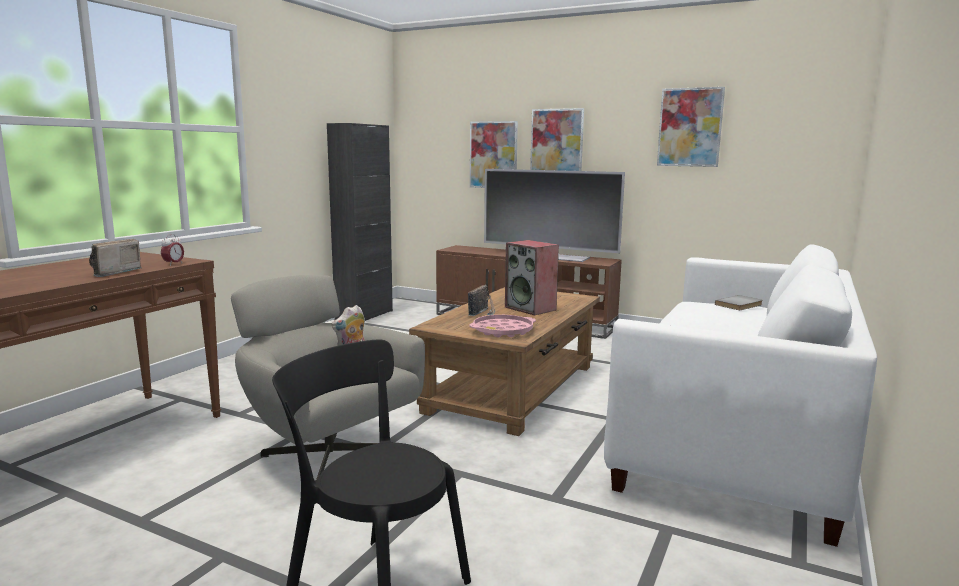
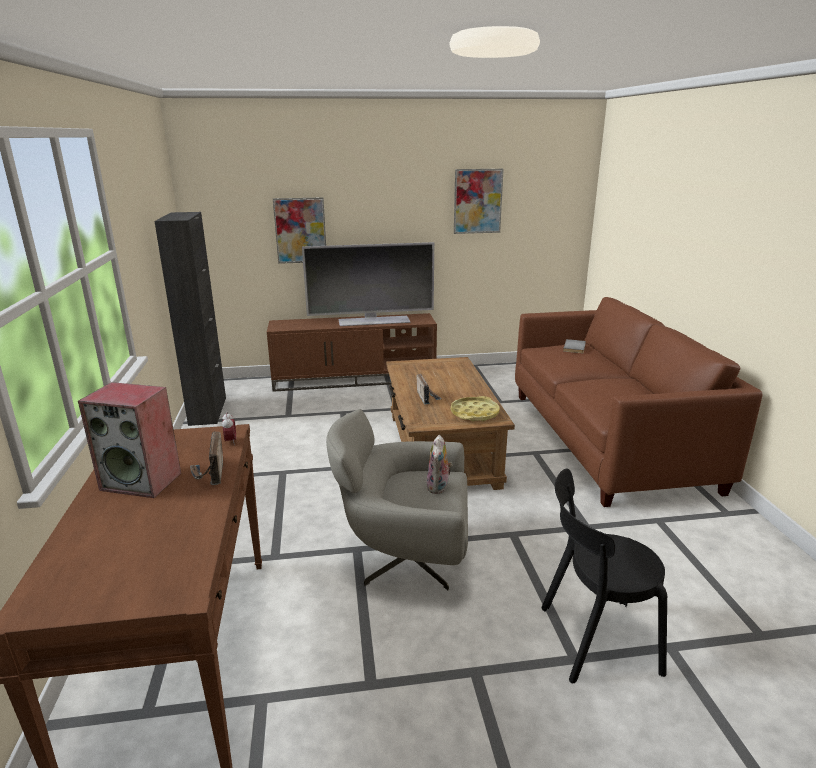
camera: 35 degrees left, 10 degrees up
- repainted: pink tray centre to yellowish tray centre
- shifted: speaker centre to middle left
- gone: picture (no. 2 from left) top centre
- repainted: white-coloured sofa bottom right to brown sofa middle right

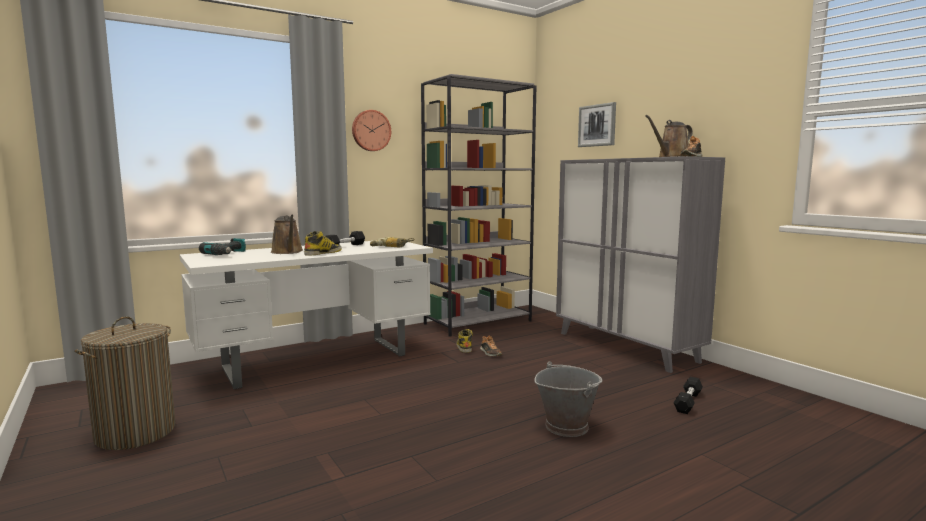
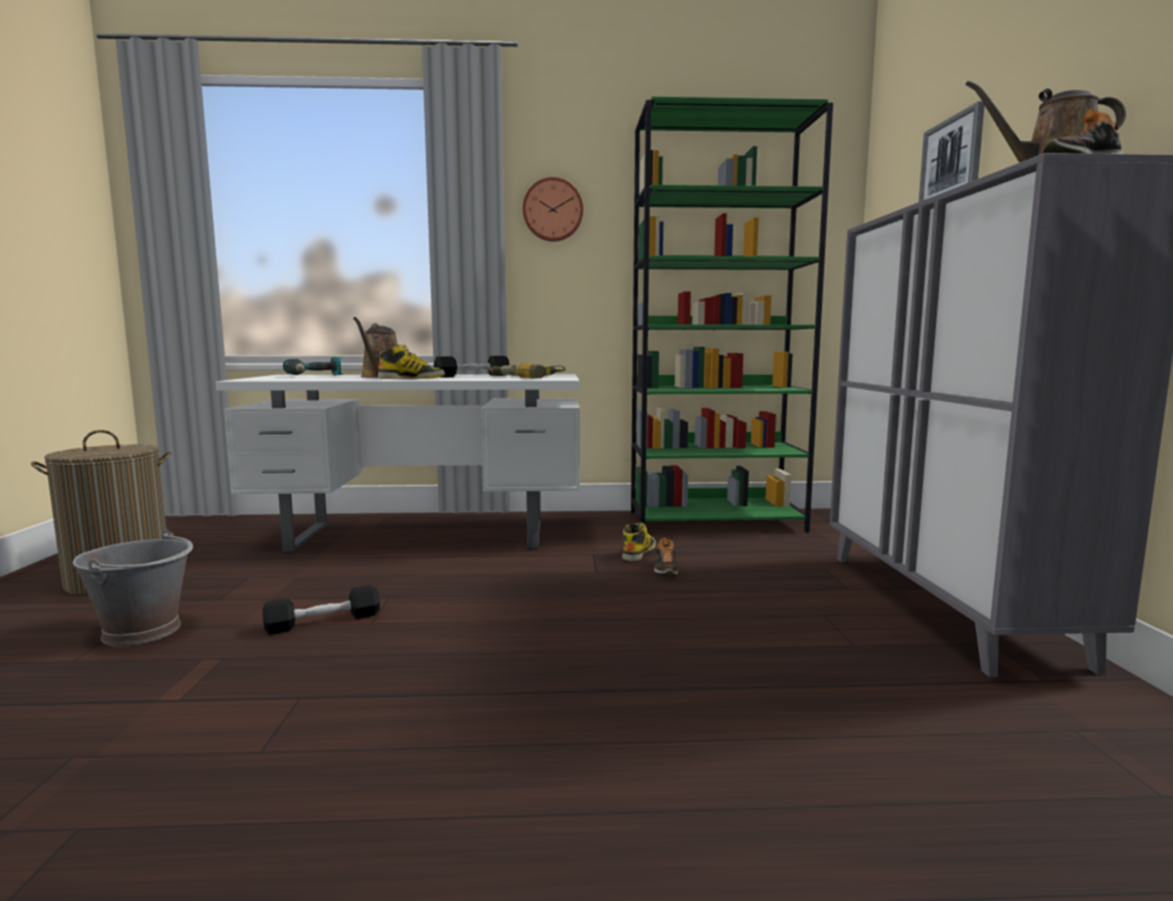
camera: 30 degrees right, 0 degrees up
- repainted: grey bookcase centre to green-coloured bookcase centre
- shifted: grey pail bottom centre to middle left
- shifted: black free weight (no. 2 from left in the first image) bottom right to black free weight (no. 1 from left) bottom left

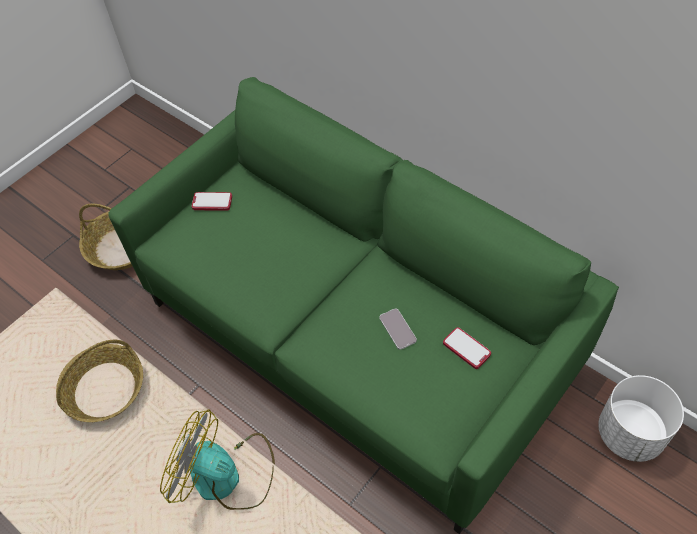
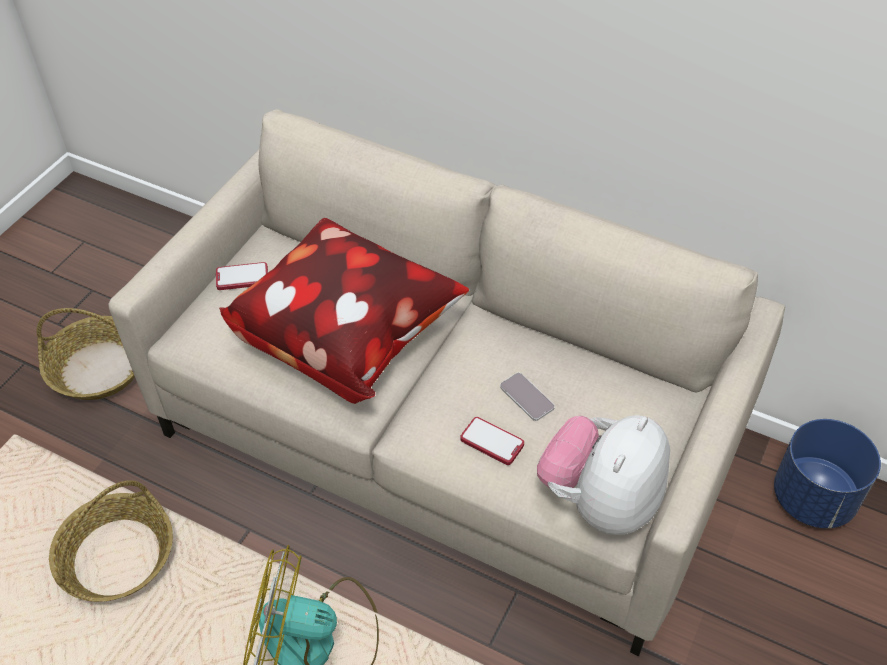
camera: 15 degrees left, 5 degrees down
- repainted: green-coloured sofa centre to sand-coloured sofa centre
- shifted: handset (no. 3 from left in the first image) middle right to handset (no. 2 from left) centre
- repainted: white-coloured flower pot bottom right to blue flower pot bottom right
- new: pillow centre
- new: plush toy bottom right

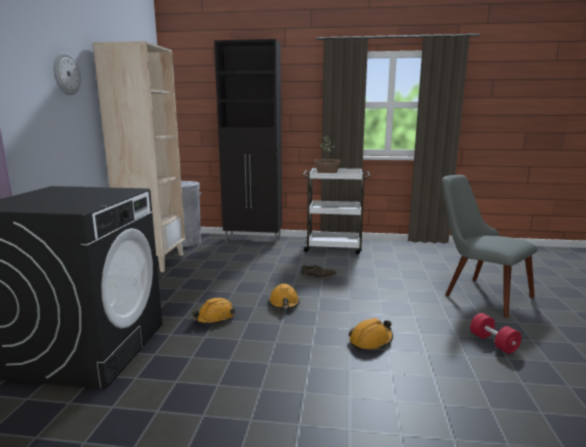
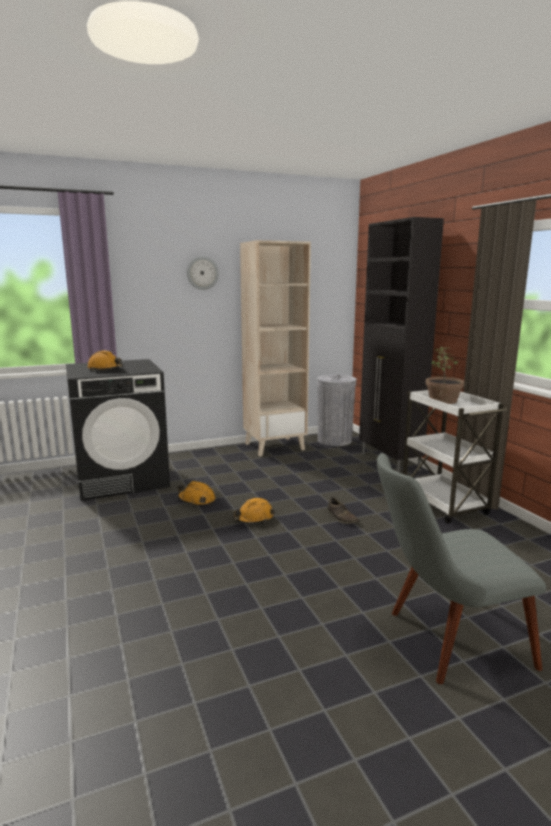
camera: 60 degrees right, 0 degrees up
- shifted: orange hard hat (no. 3 from left in the first image) bottom centre to orange hard hat (no. 1 from left) middle left
- rotated: grey chair middle right = bottom right 120 degrees counterclockwise
- gone: reddish free weight bottom right

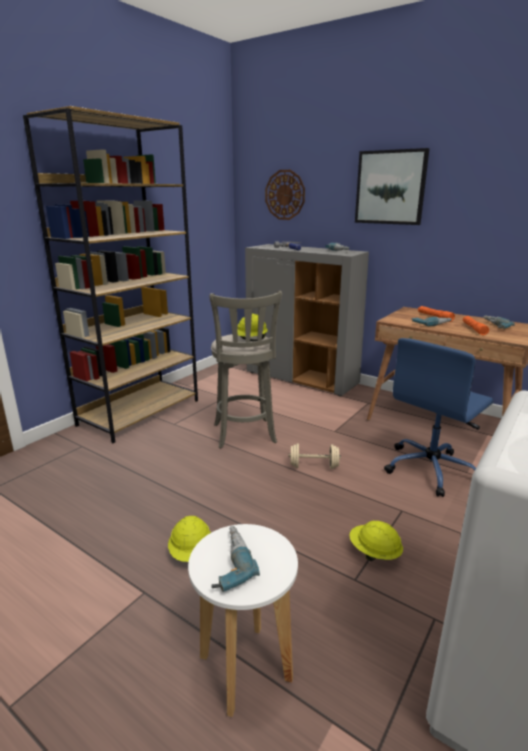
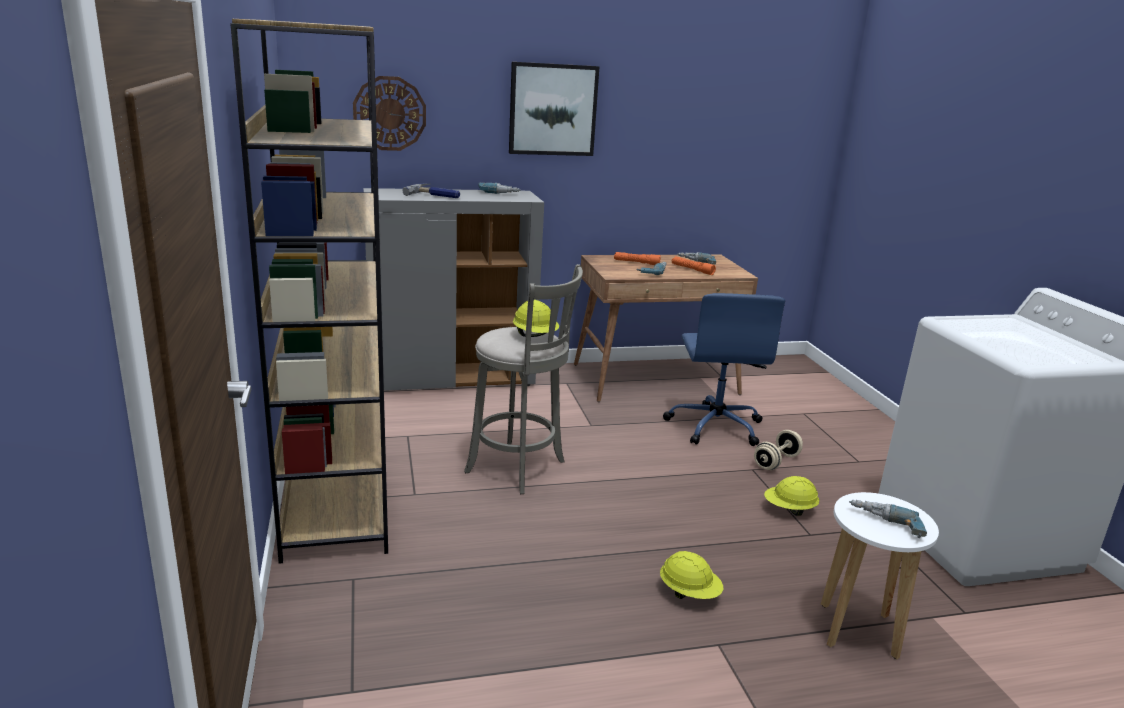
camera: 50 degrees left, 0 degrees up
- shifted: sand-coloured free weight centre to middle right

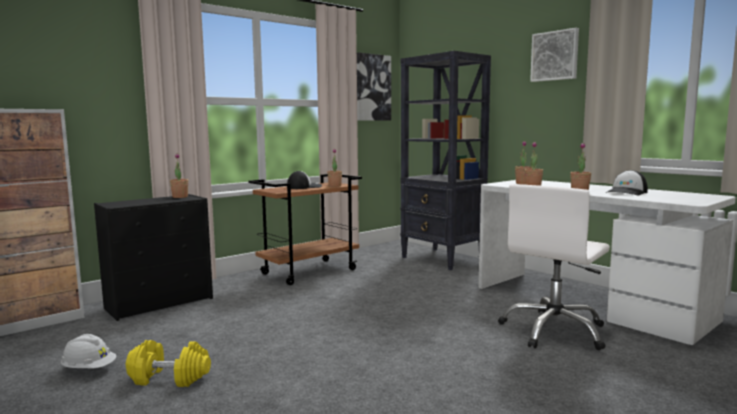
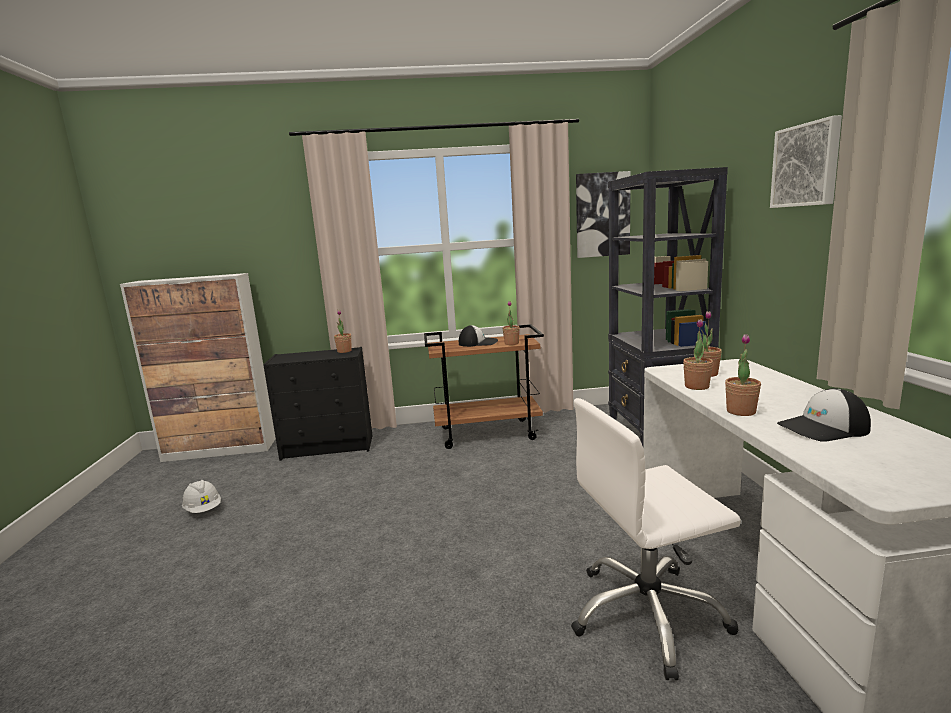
camera: 35 degrees right, 5 degrees up
- gone: yellowish free weight bottom left

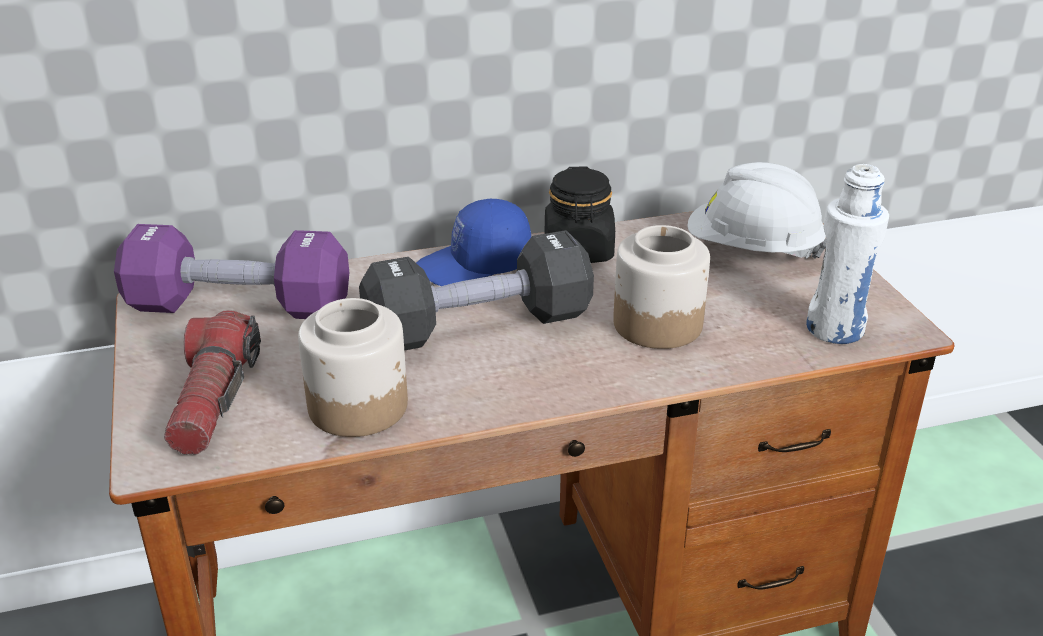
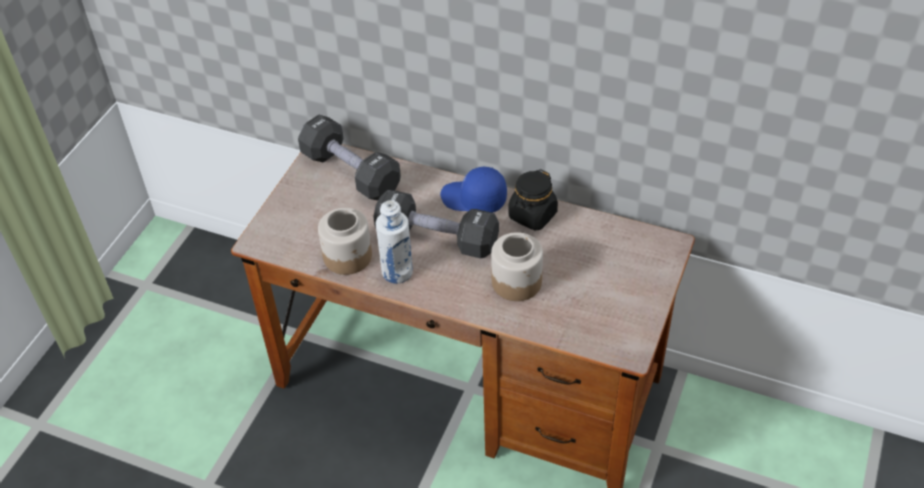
camera: 40 degrees right, 15 degrees up
- repainted: purple free weight middle left to black free weight (no. 1 from left) top centre
- gone: hand torch middle left
- gone: white-coloured hard hat top right
- shifted: white-coloured beverage bottle middle right to centre

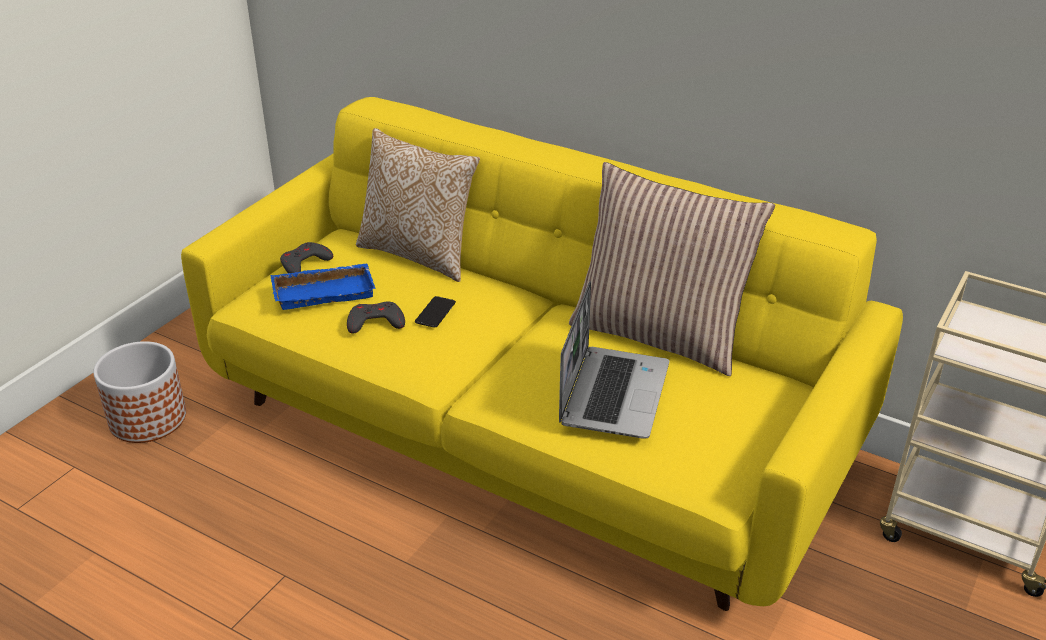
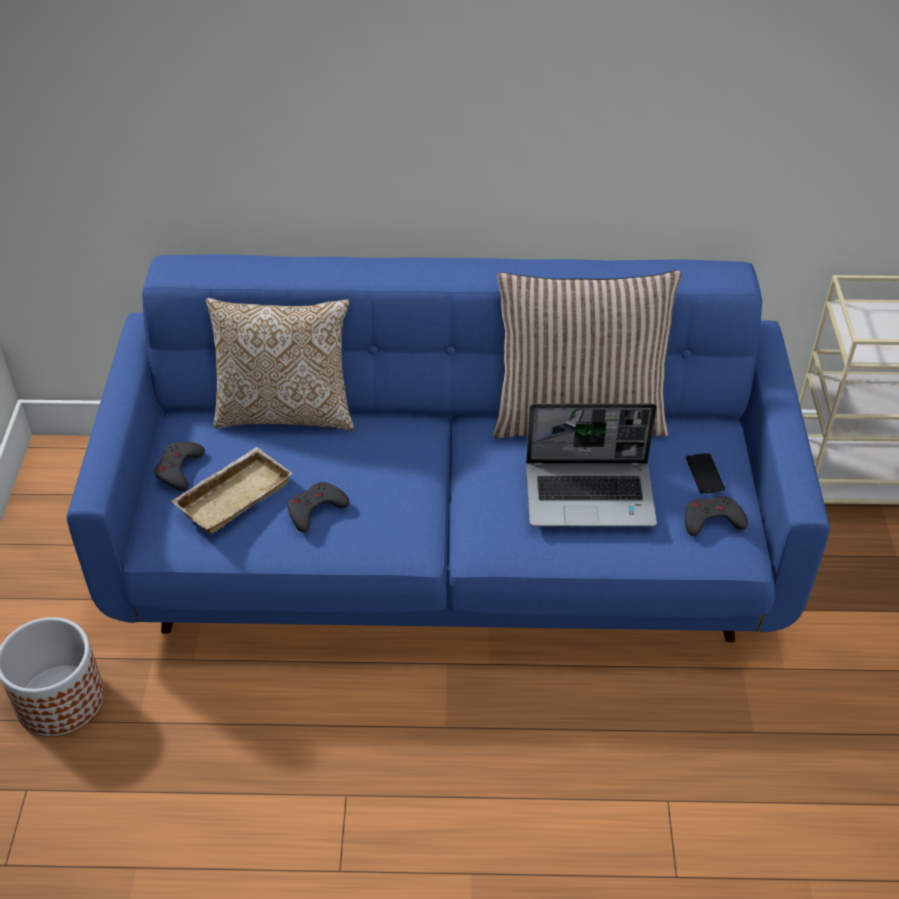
camera: 30 degrees left, 10 degrees up
- repainted: yellowish sofa centre to blue sofa centre
- repainted: blue tray middle left to sand-coloured tray middle left
- shifted: handset centre to middle right
- rotated: laptop centre = centre 105 degrees clockwise
- new: grey joypad (no. 3 from left) middle right

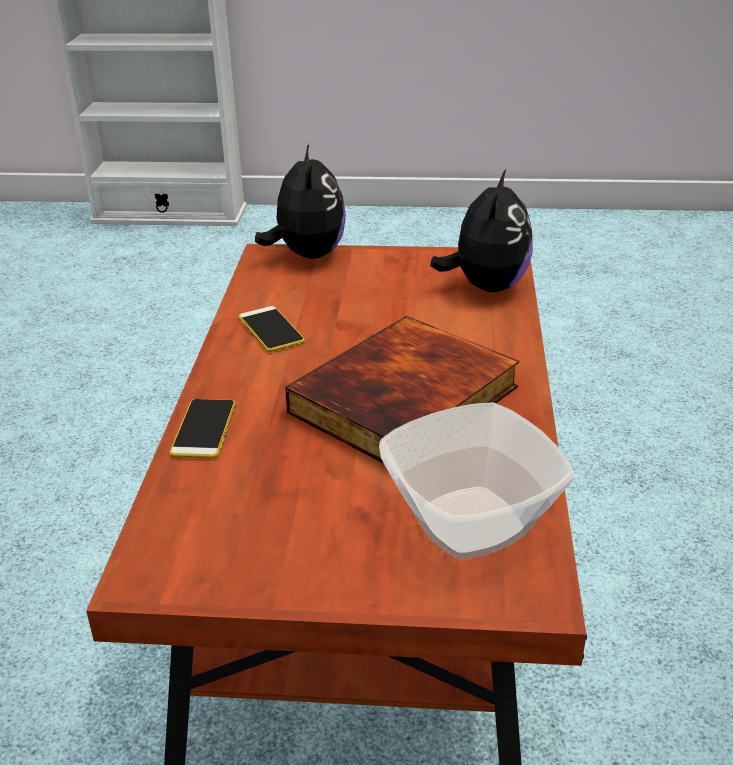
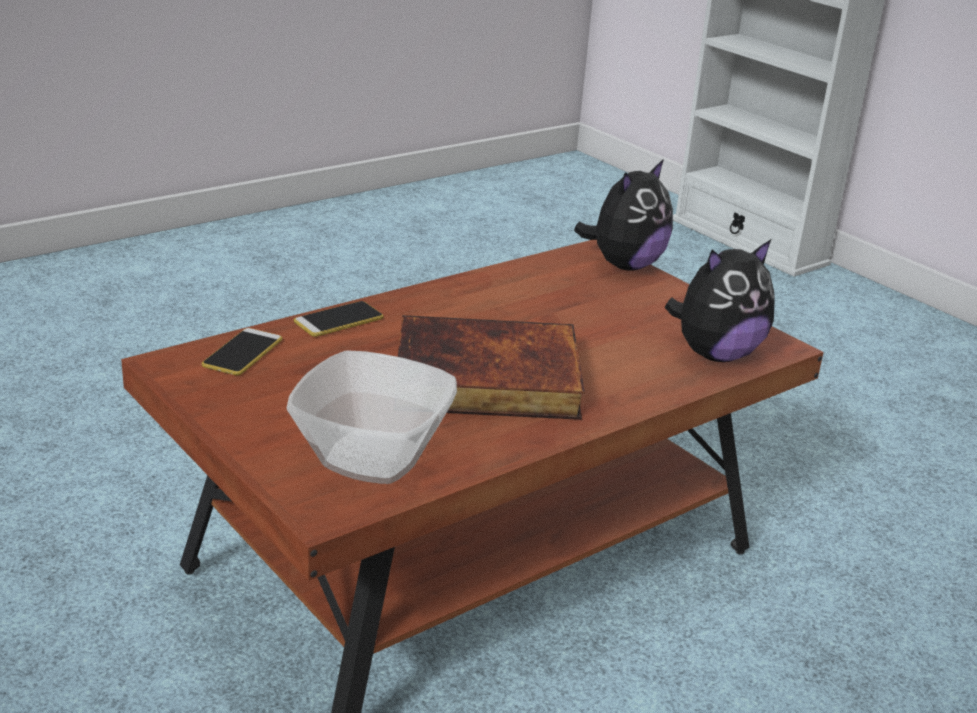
camera: 45 degrees right, 5 degrees down
- shifted: handset (no. 2 from left in the first image) centre to handset (no. 1 from left) middle left

